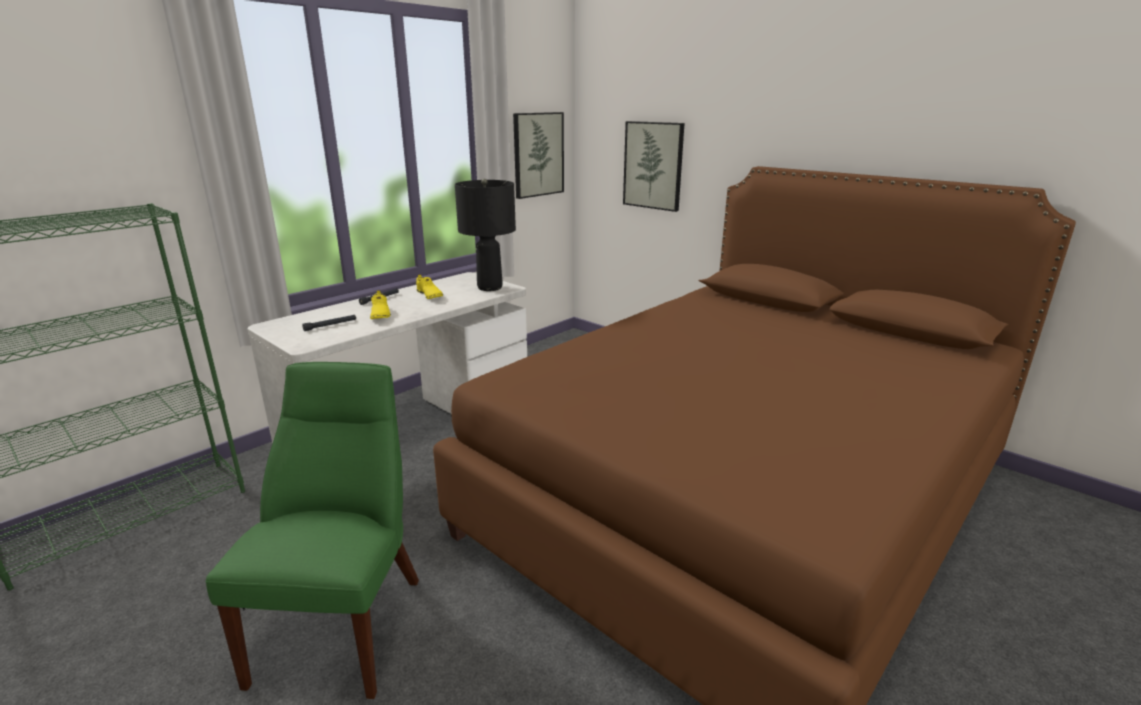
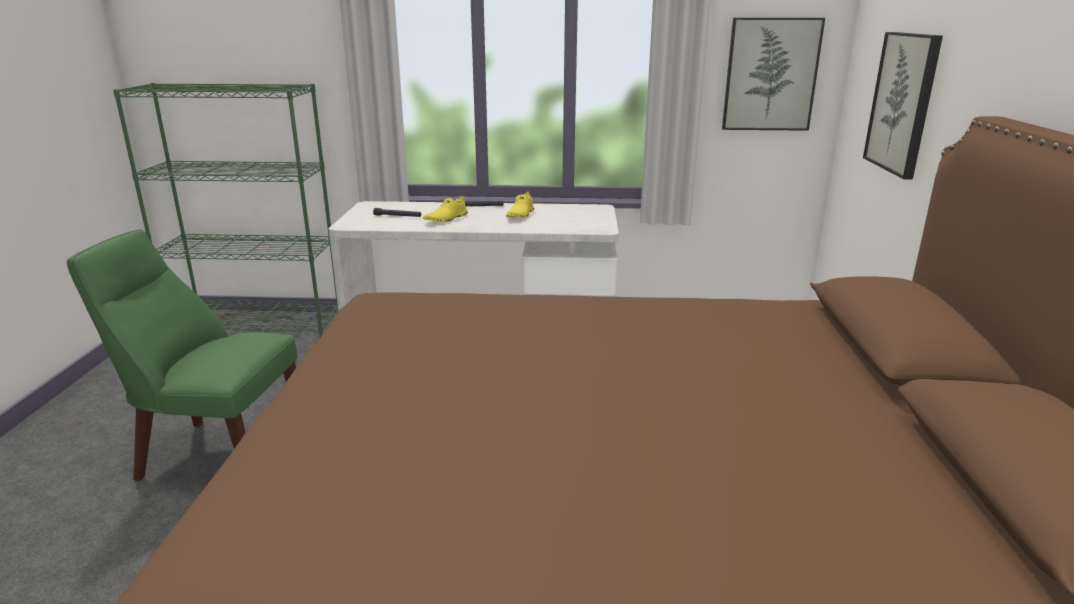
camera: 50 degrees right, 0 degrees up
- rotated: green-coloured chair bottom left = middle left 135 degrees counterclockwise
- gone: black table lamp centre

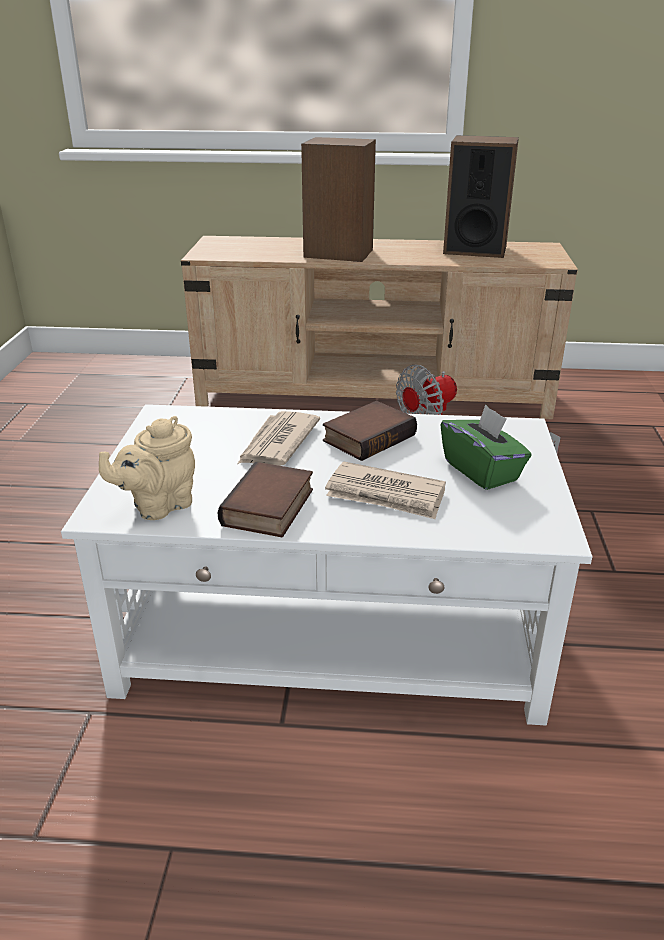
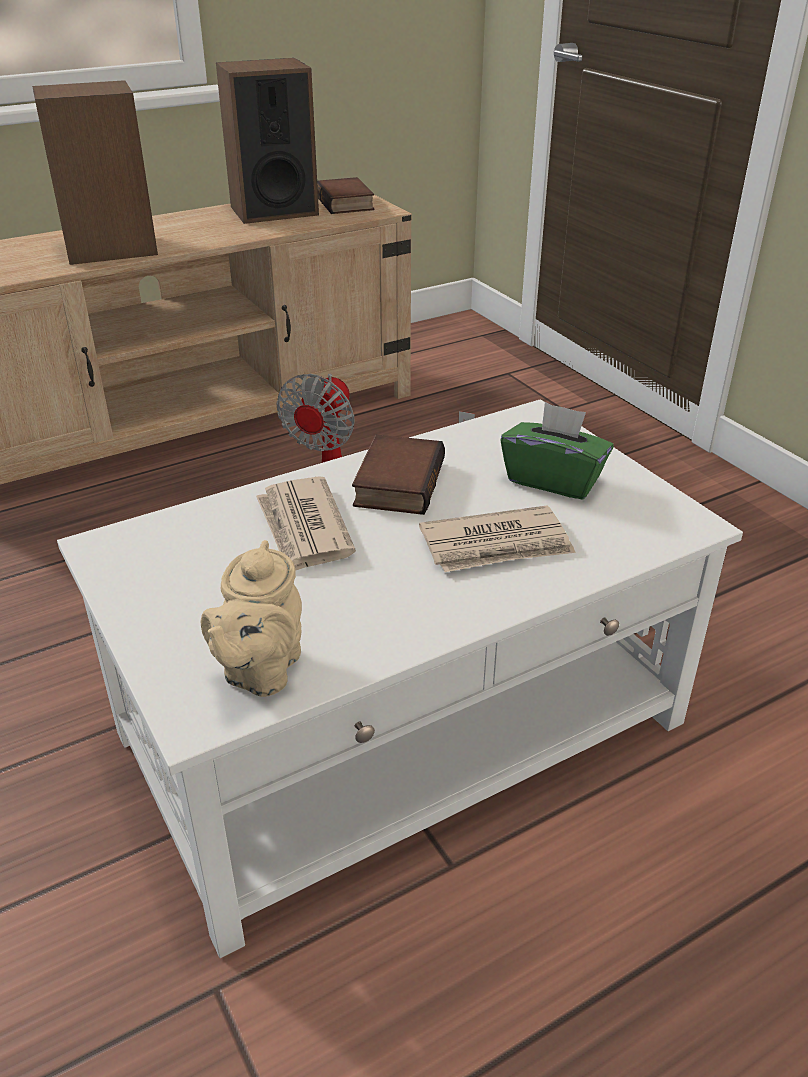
camera: 35 degrees left, 5 degrees up
- shifted: volume (no. 1 from left) centre to top centre

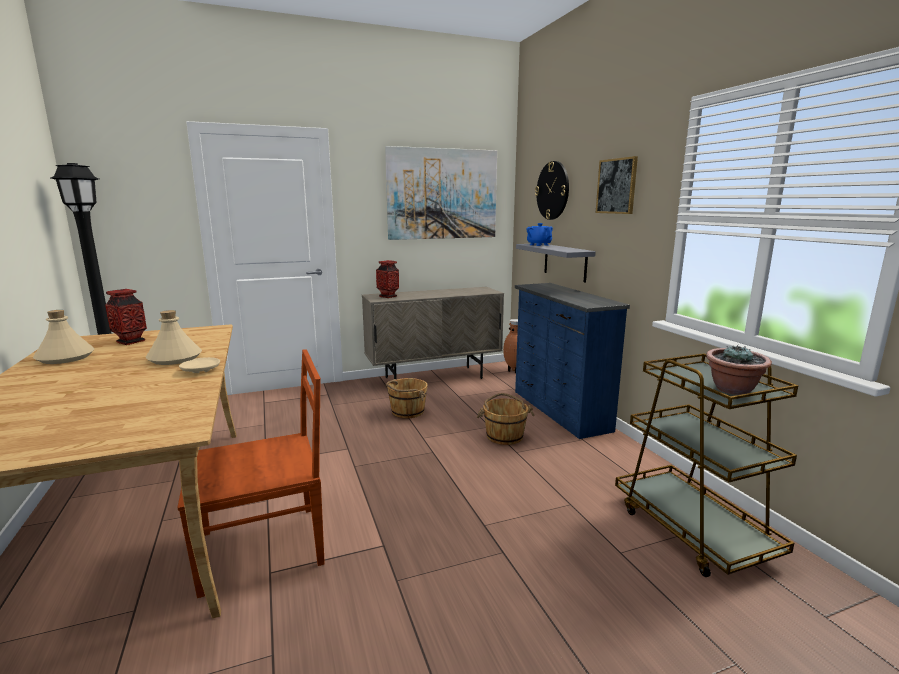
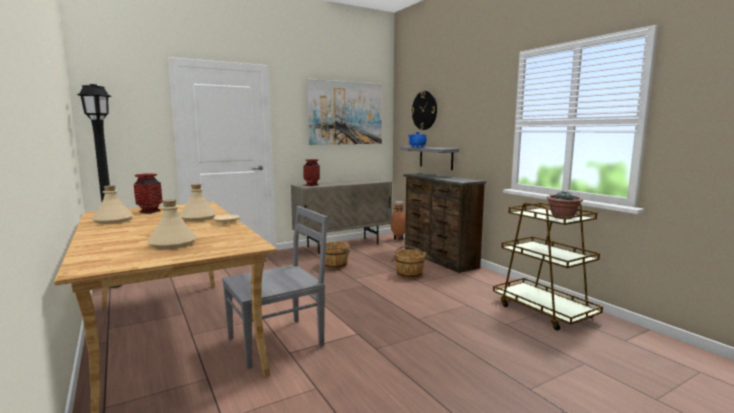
camera: 10 degrees left, 5 degrees down
- repainted: brown chair bottom left to grey chair bottom centre
- repainted: blue dresser centre to brown dresser centre
- gone: picture (no. 2 from left) top right
- new: sand-coloured beverage bottle (no. 2 from left) middle left

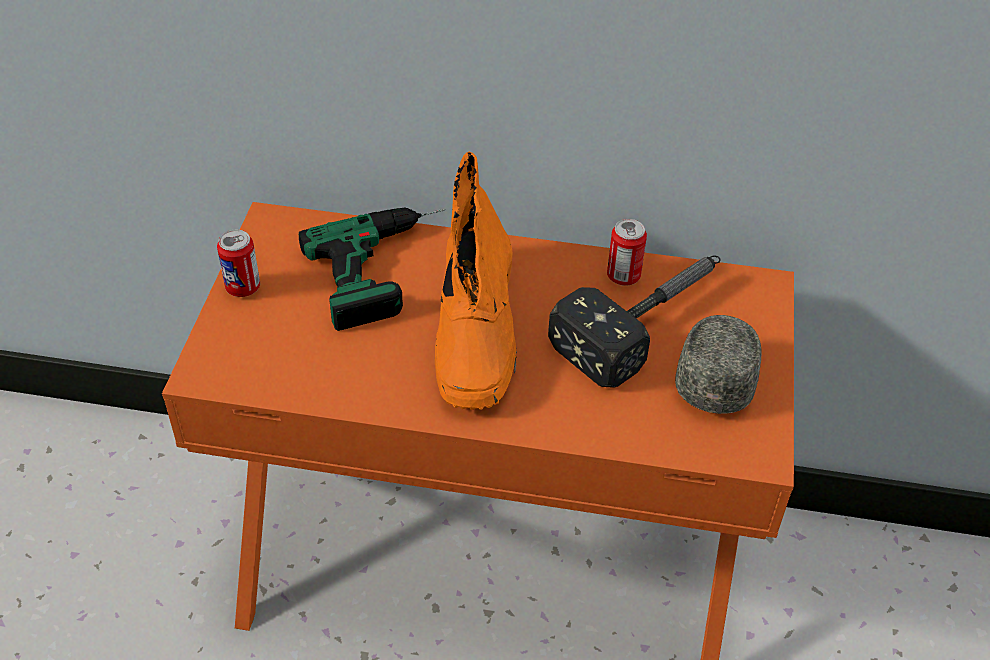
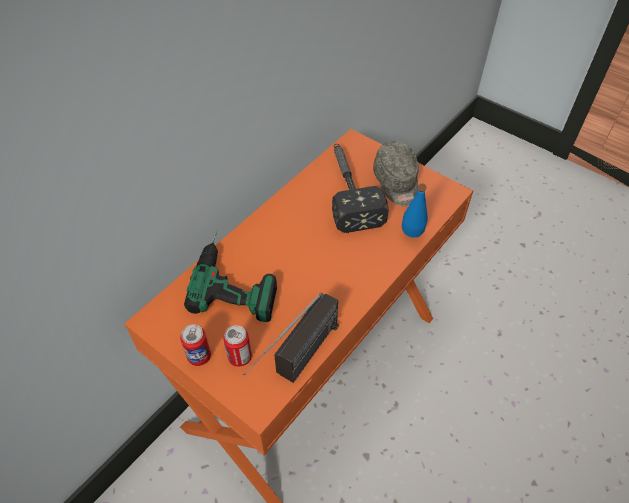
camera: 60 degrees left, 5 degrees up
- gone: orange tall boot centre
- shifted: metal can (no. 2 from left) centre to bottom centre
- rotated: grey cap middle right = centre 150 degrees counterclockwise
- new: radio bottom centre
- new: blue beverage bottle centre

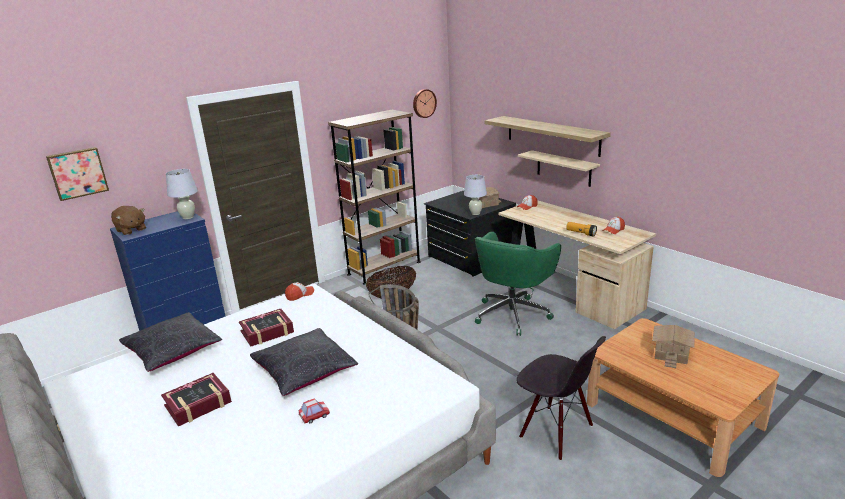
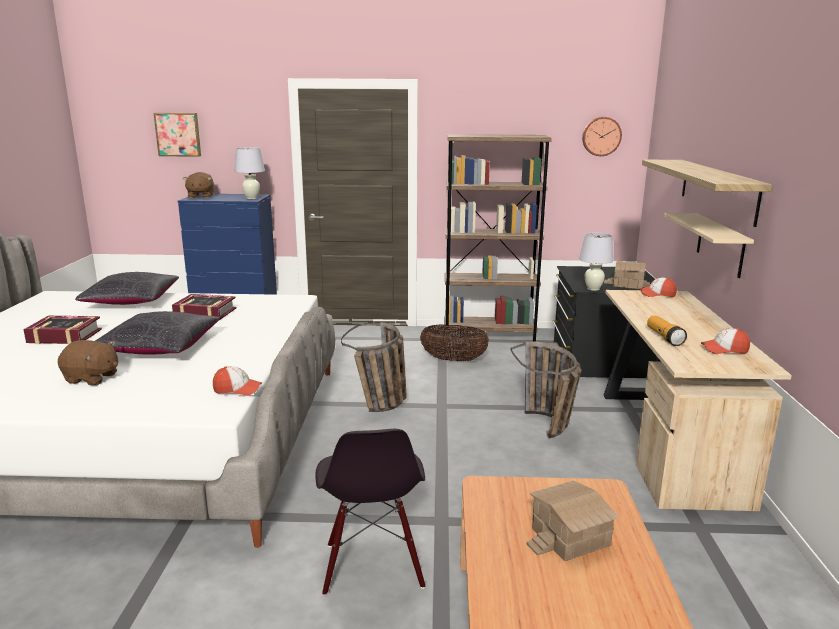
camera: 40 degrees right, 5 degrees down
- shifted: cap (no. 1 from left) centre to middle left
- swapped: toy car bottom centre to brown plush toy (no. 1 from left) middle left
- swapped: green-coloured computer chair centre to household basket (no. 3 from left) centre

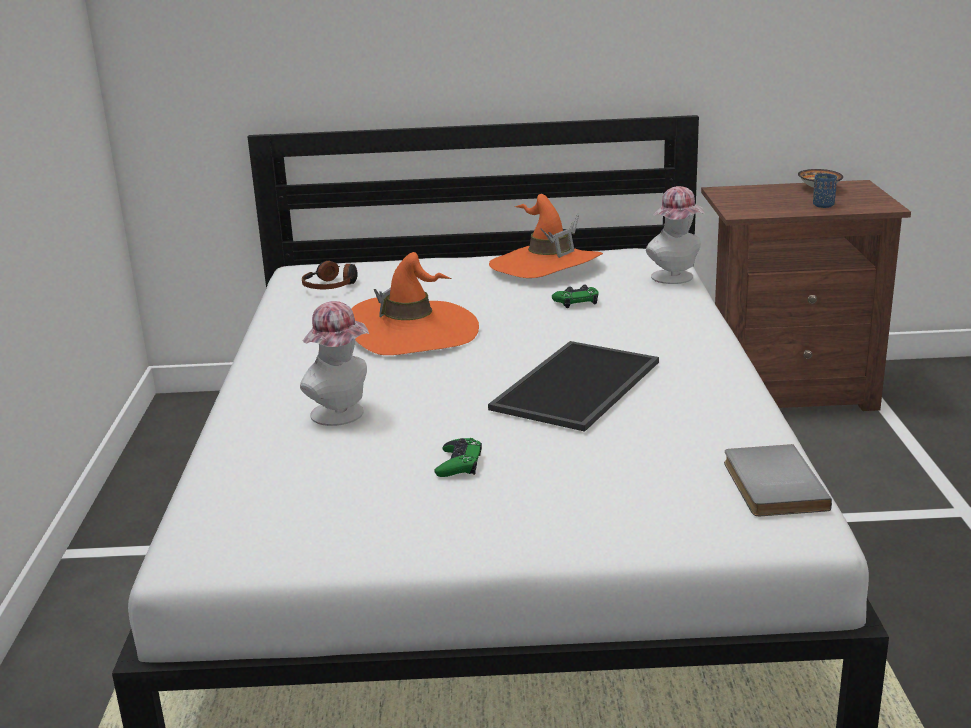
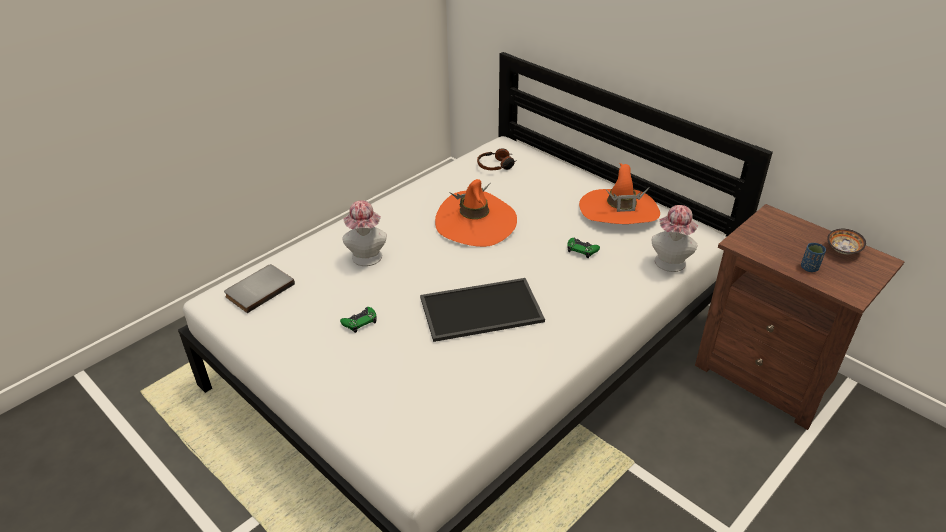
camera: 45 degrees right, 15 degrees up
- shifted: grey volume middle right to middle left

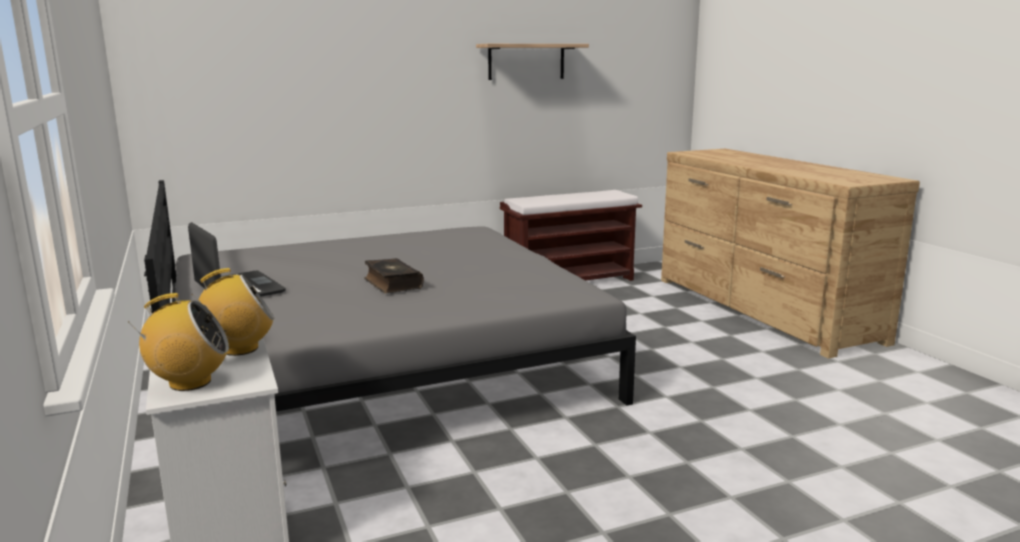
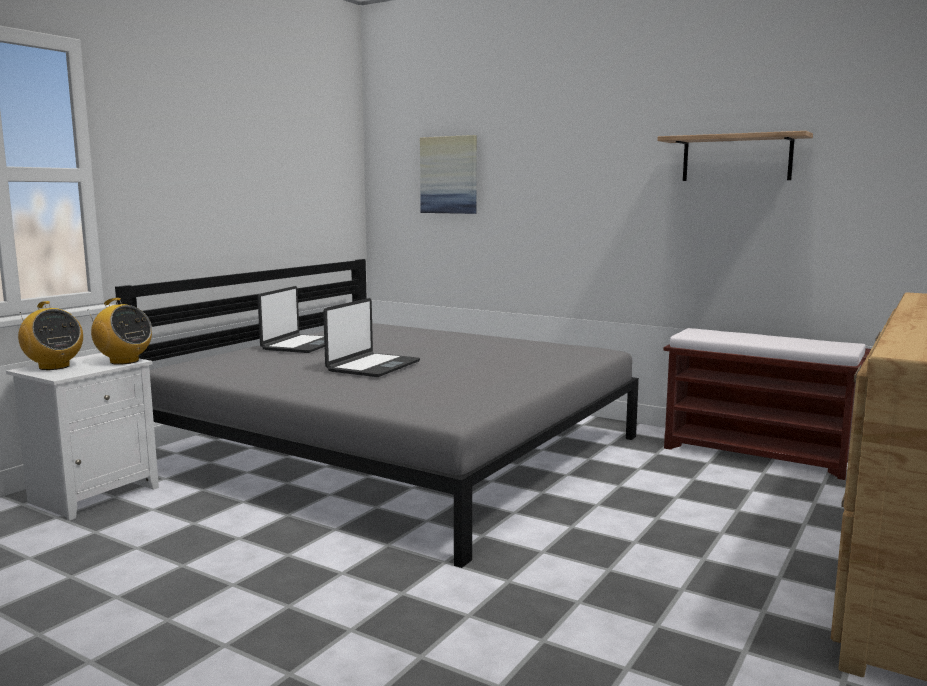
camera: 55 degrees right, 5 degrees down
- swapped: volume centre to laptop (no. 2 from left) centre
- new: picture top centre

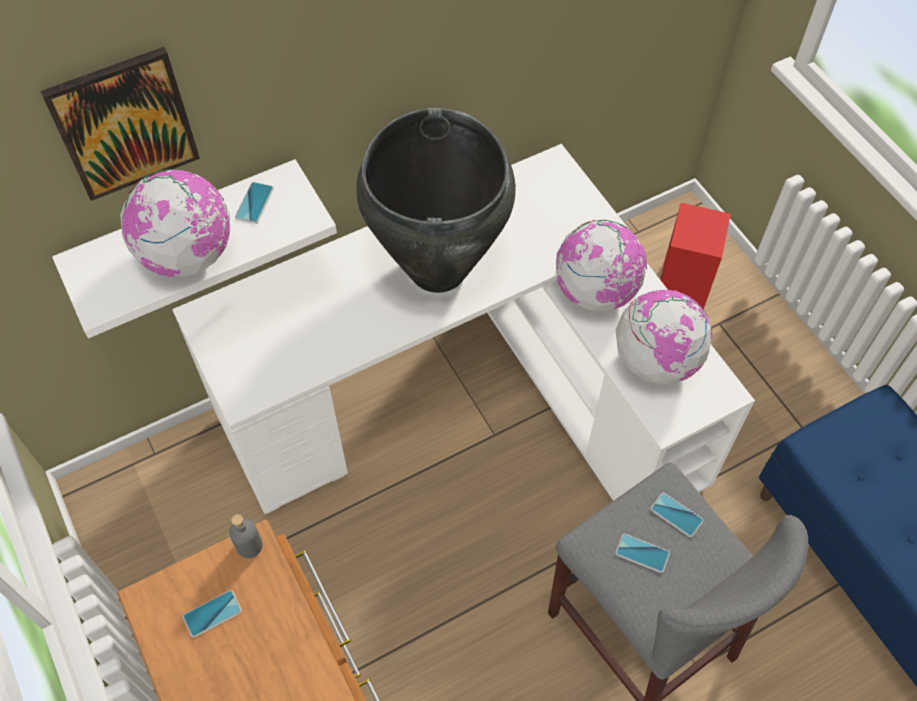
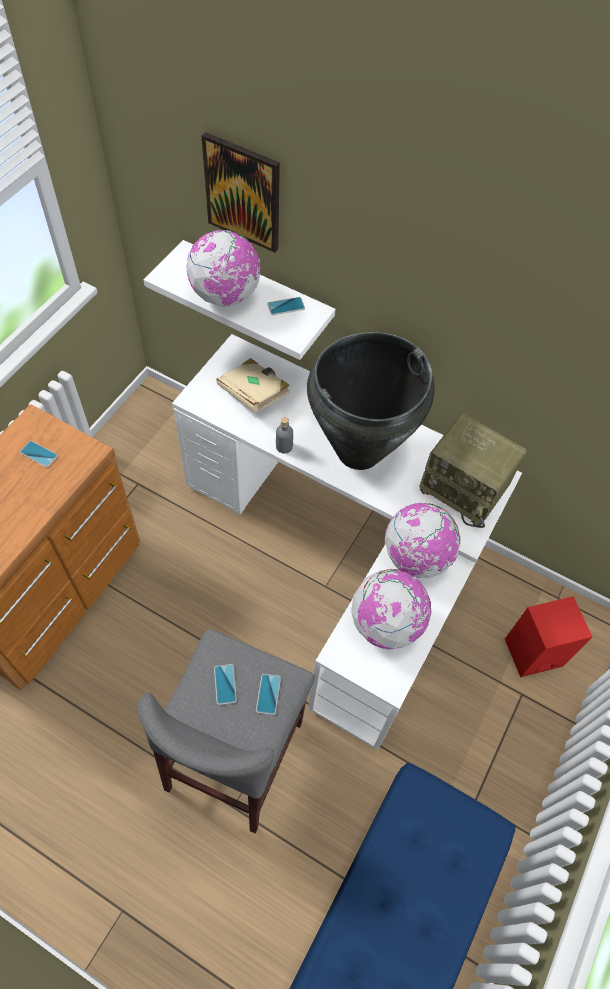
camera: 55 degrees right, 0 degrees up
- shifted: grey beverage bottle bottom left to centre
- new: sand-coloured volume centre
- new: radio middle right

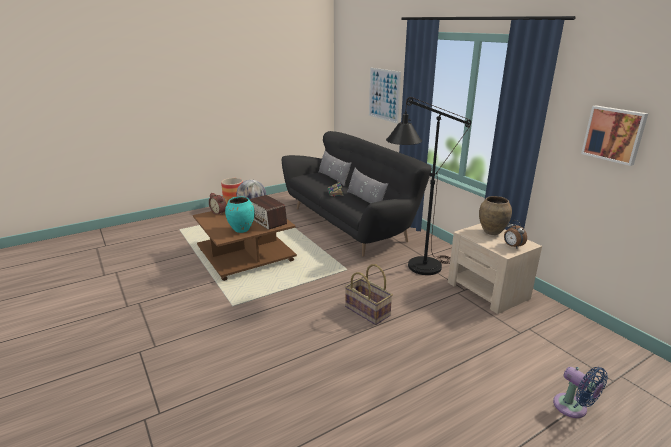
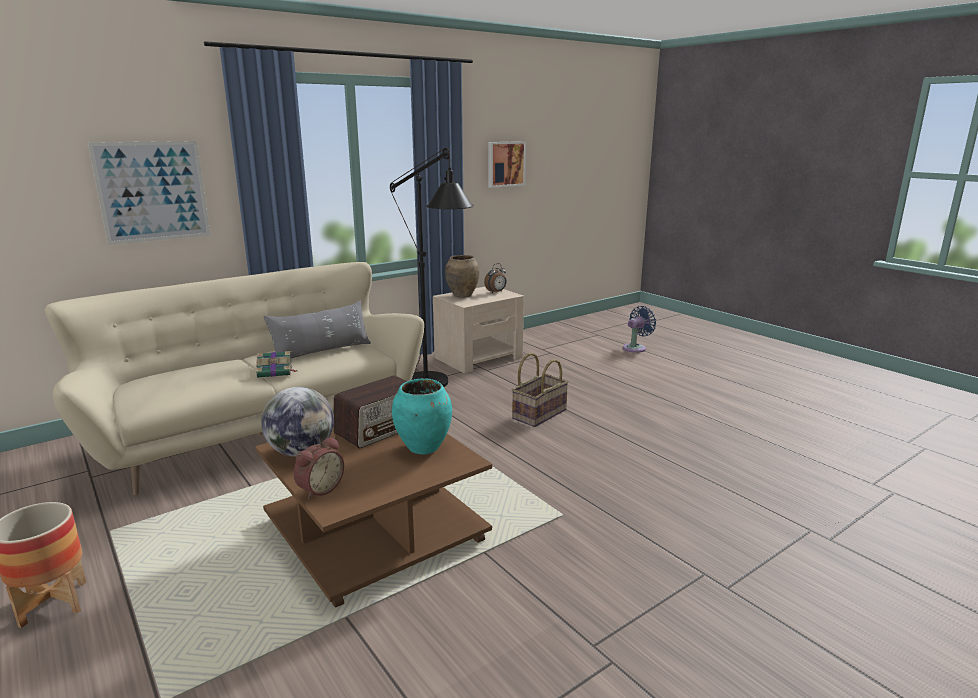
camera: 95 degrees left, 5 degrees down
- repainted: black sofa centre to sand-coloured sofa middle left
- gone: grey pillow (no. 1 from left) centre

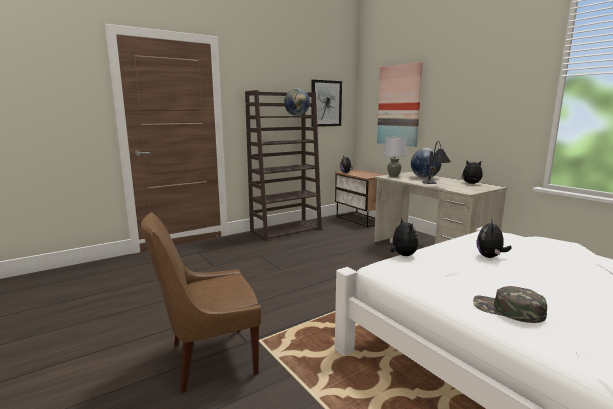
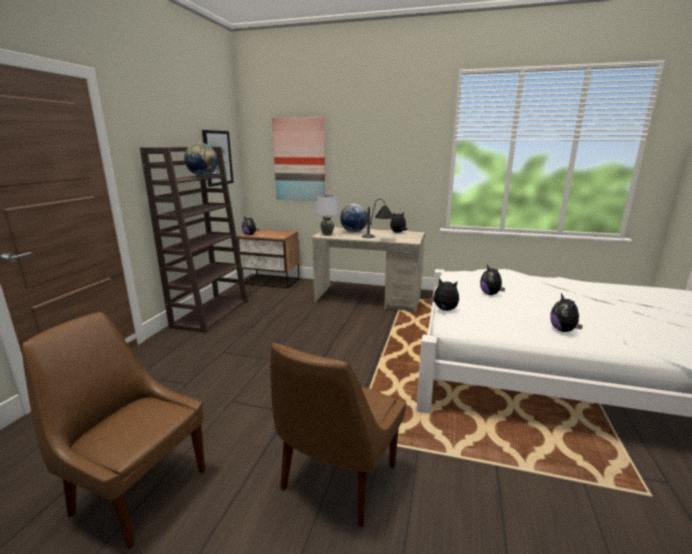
camera: 40 degrees left, 5 degrees up
- swapped: green-coloured cap bottom right to plush toy (no. 5 from left) middle right
- new: brown chair (no. 1 from left) bottom left

